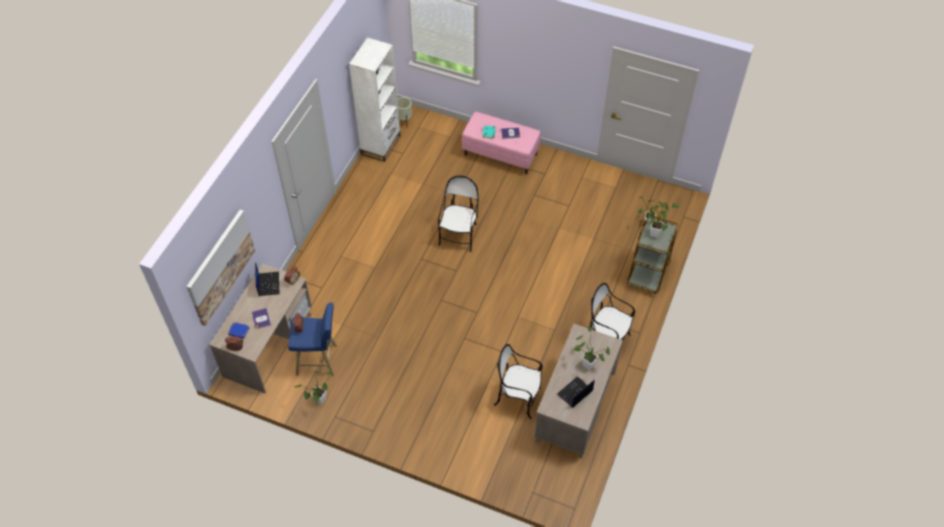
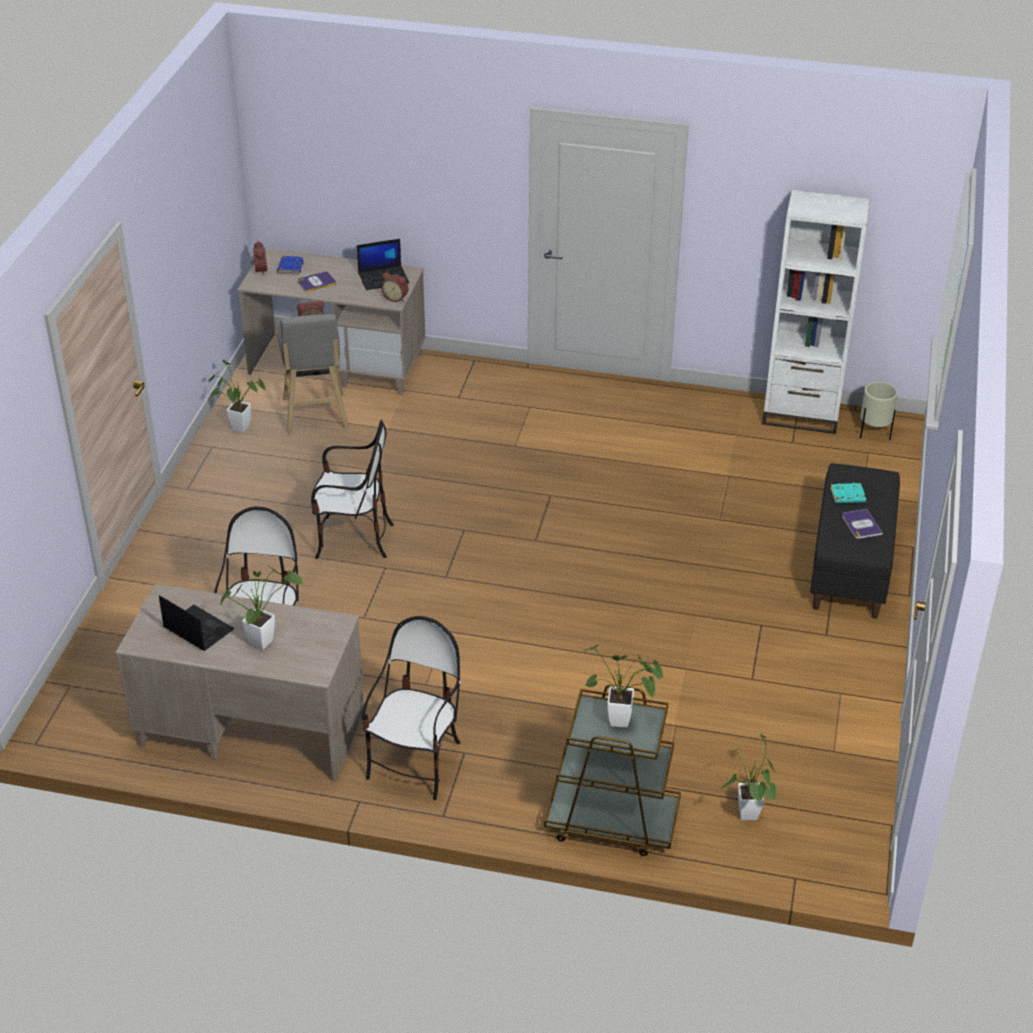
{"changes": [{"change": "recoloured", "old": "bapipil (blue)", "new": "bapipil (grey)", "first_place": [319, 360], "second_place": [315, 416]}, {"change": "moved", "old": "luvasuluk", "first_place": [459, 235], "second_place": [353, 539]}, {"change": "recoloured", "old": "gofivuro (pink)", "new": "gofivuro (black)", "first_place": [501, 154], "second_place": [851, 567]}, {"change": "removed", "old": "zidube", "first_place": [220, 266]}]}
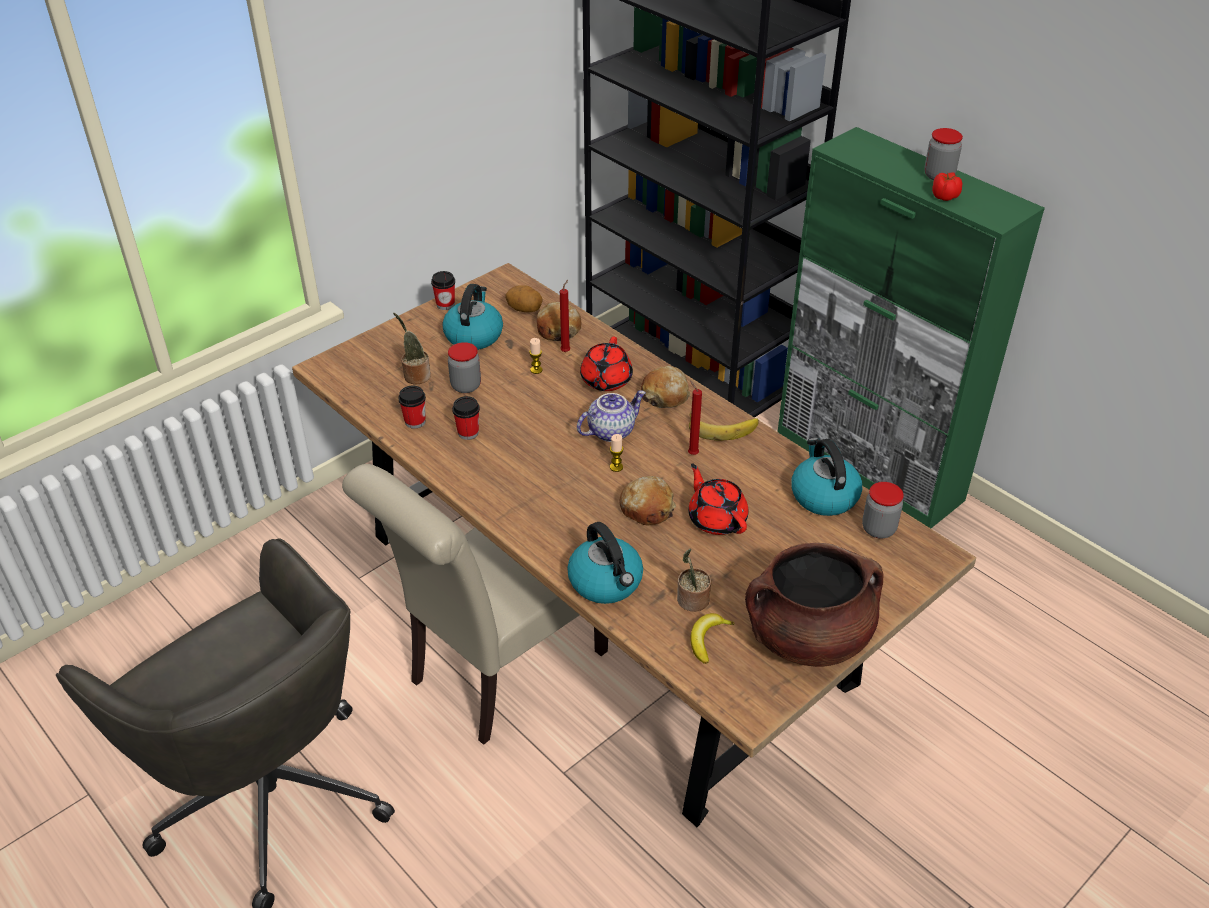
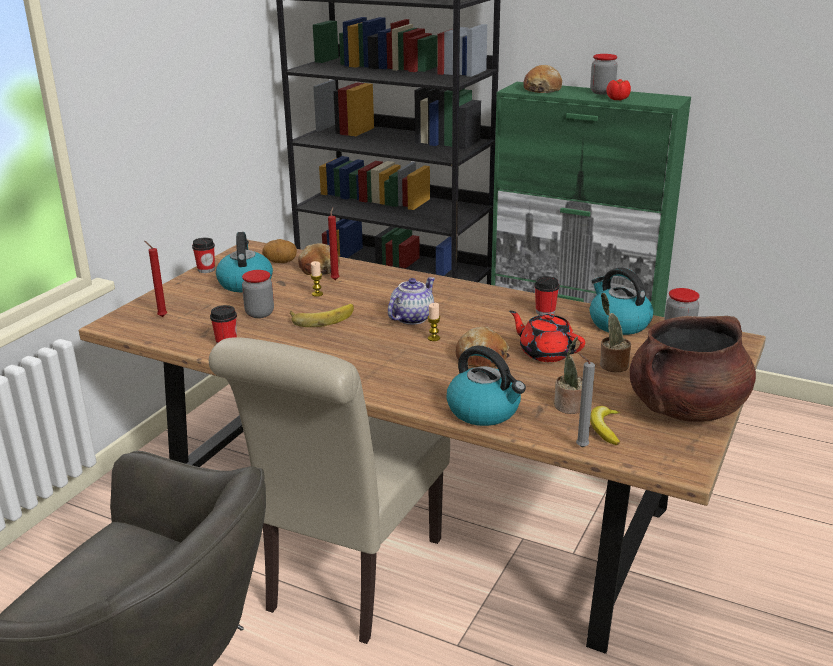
{"changes": [{"change": "moved", "old": "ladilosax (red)", "first_place": [691, 453], "second_place": [161, 316]}, {"change": "moved", "old": "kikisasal", "first_place": [722, 426], "second_place": [322, 317]}, {"change": "moved", "old": "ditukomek", "first_place": [665, 395], "second_place": [542, 89]}, {"change": "moved", "old": "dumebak", "first_place": [468, 433], "second_place": [545, 312]}, {"change": "added", "new": "ladilosax (grey)", "second_place": [580, 446]}, {"change": "moved", "old": "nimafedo", "first_place": [415, 375], "second_place": [611, 365]}, {"change": "removed", "old": "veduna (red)", "first_place": [605, 381]}]}
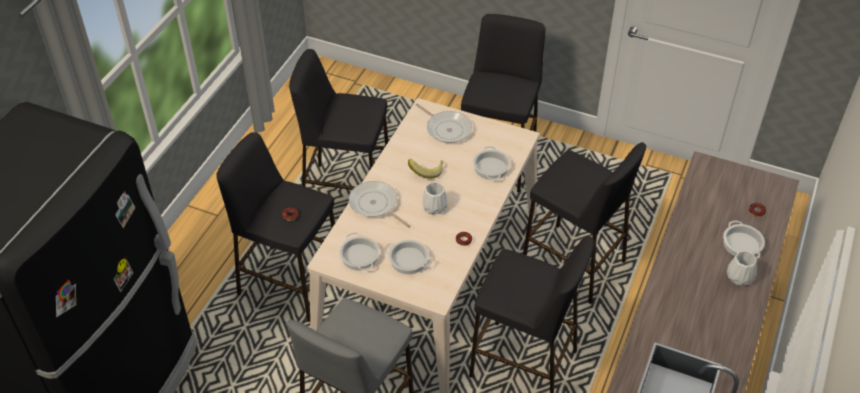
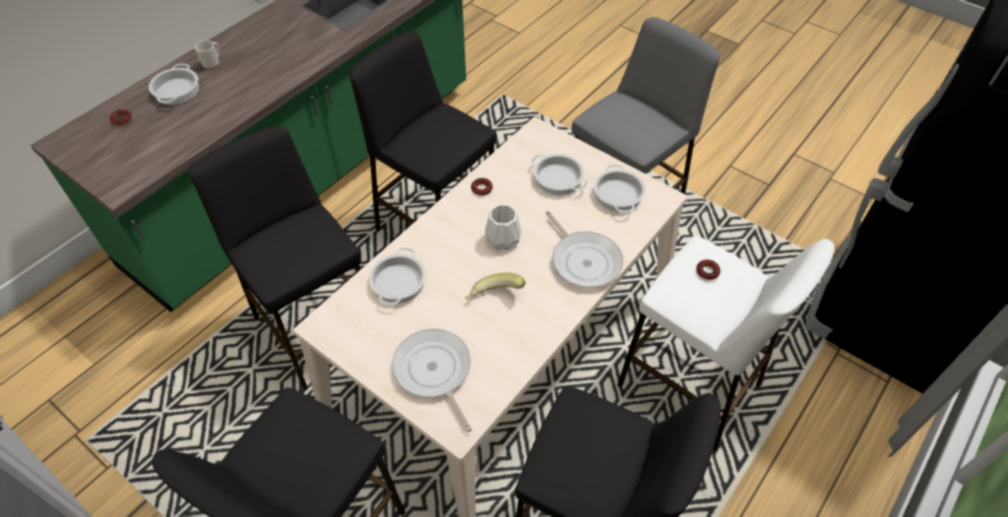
{"changes": [{"change": "replaced", "old": "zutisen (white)", "new": "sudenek", "first_place": [739, 278], "second_place": [212, 63]}, {"change": "recoloured", "old": "bapipil (black)", "new": "bapipil (white)", "first_place": [289, 283], "second_place": [690, 386]}]}
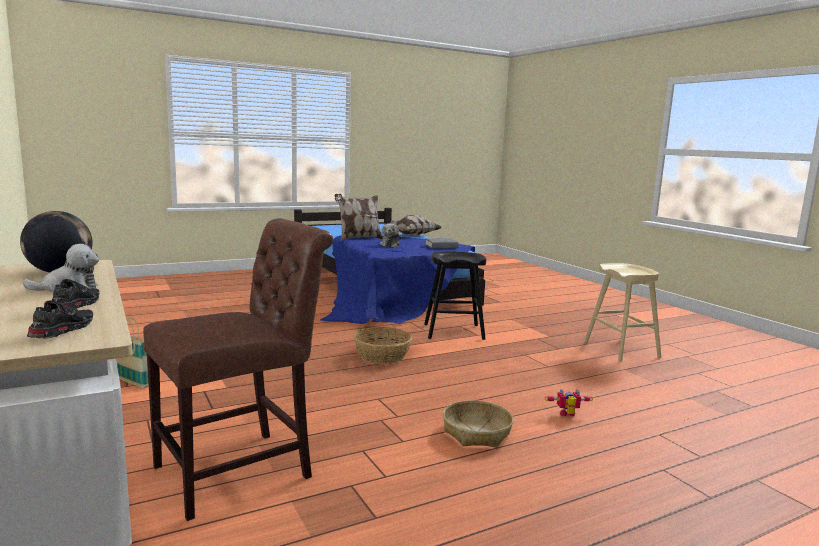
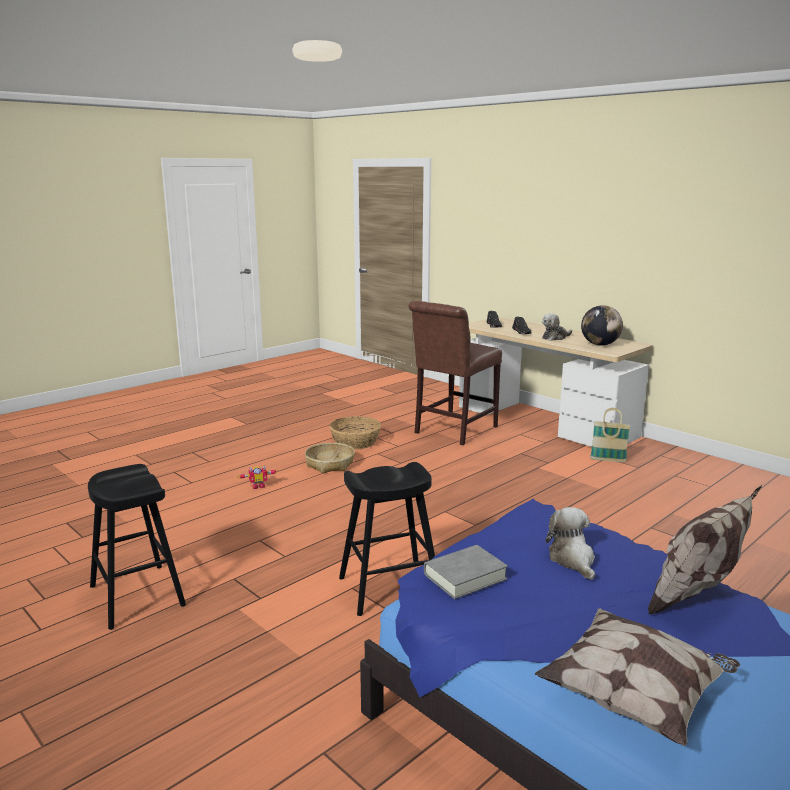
{"changes": [{"change": "recoloured", "old": "bapipil (beige)", "new": "bapipil (black)", "first_place": [621, 349], "second_place": [137, 596]}, {"change": "moved", "old": "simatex", "first_place": [381, 356], "second_place": [356, 442]}]}
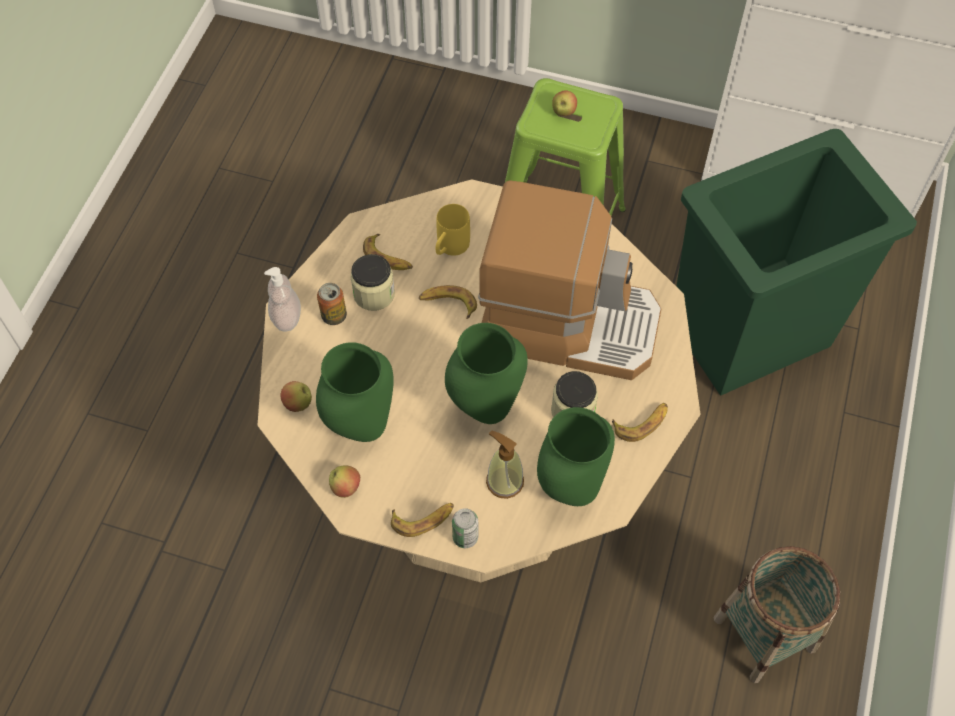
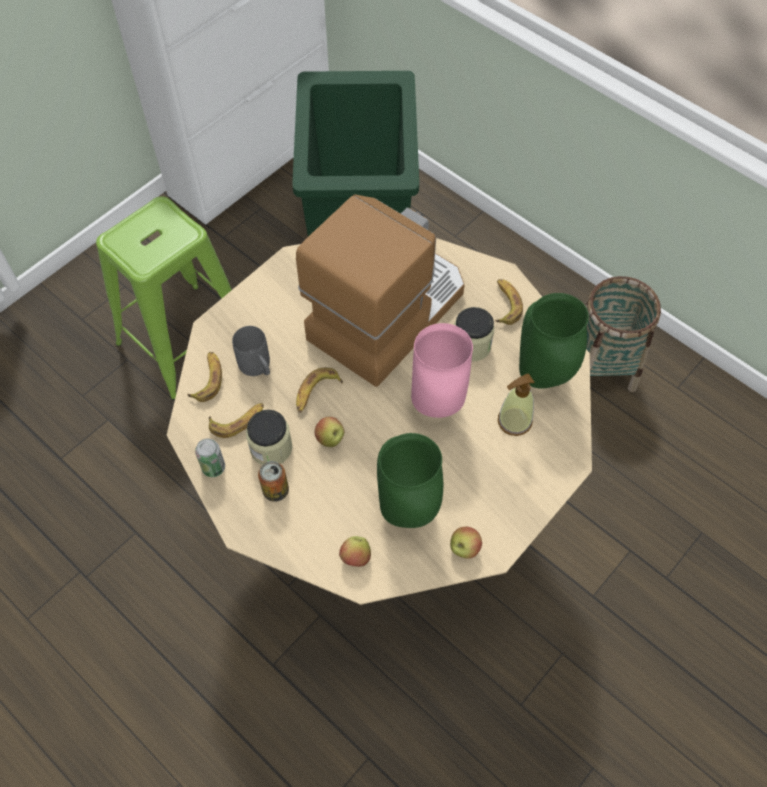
{"changes": [{"change": "moved", "old": "kikisasal", "first_place": [423, 519], "second_place": [208, 379]}, {"change": "moved", "old": "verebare", "first_place": [465, 537], "second_place": [213, 467]}, {"change": "recoloured", "old": "sudenek (yellow)", "new": "sudenek (grey)", "first_place": [449, 248], "second_place": [258, 368]}, {"change": "moved", "old": "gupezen", "first_place": [563, 112], "second_place": [330, 439]}, {"change": "recoloured", "old": "zutisen (green)", "new": "zutisen (pink)", "first_place": [485, 406], "second_place": [435, 406]}, {"change": "removed", "old": "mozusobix", "first_place": [286, 317]}]}
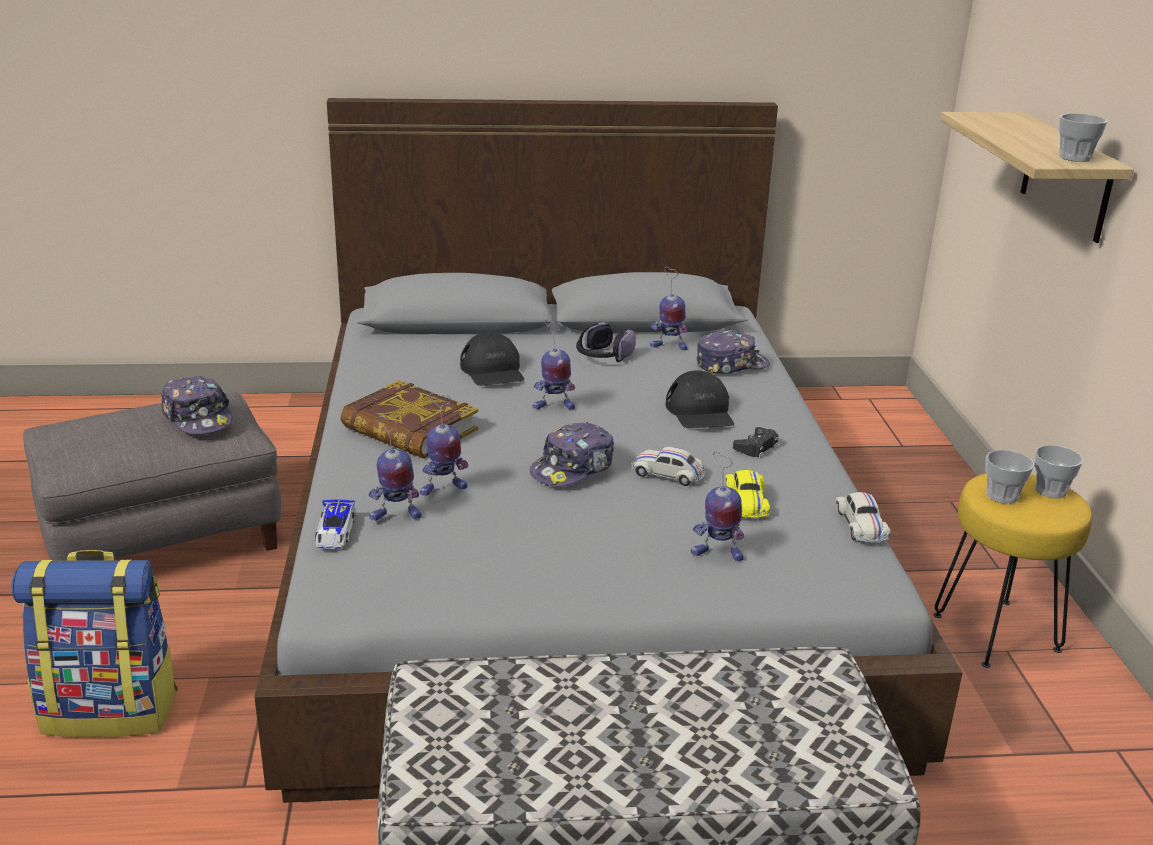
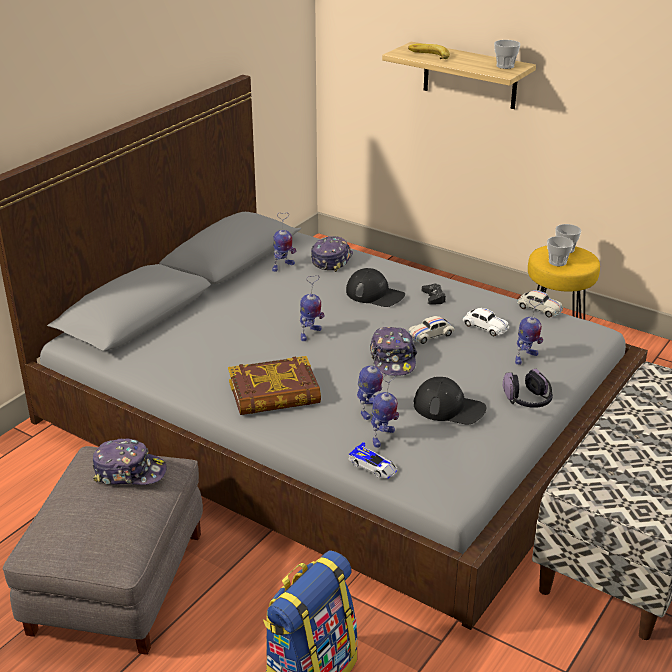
{"changes": [{"change": "added", "new": "kikisasal", "second_place": [427, 56]}, {"change": "moved", "old": "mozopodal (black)", "first_place": [493, 371], "second_place": [449, 408]}, {"change": "recoloured", "old": "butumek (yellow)", "new": "butumek (white)", "first_place": [746, 502], "second_place": [485, 327]}, {"change": "moved", "old": "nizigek", "first_place": [602, 357], "second_place": [527, 401]}]}
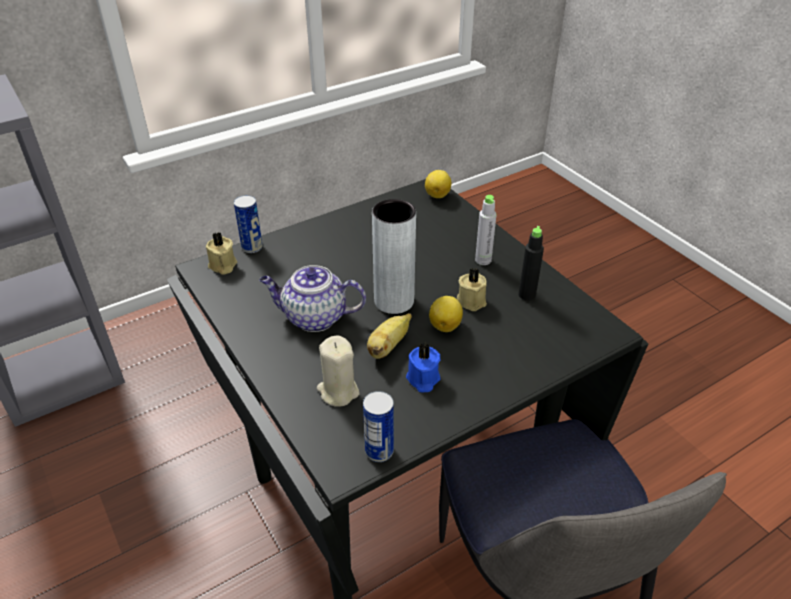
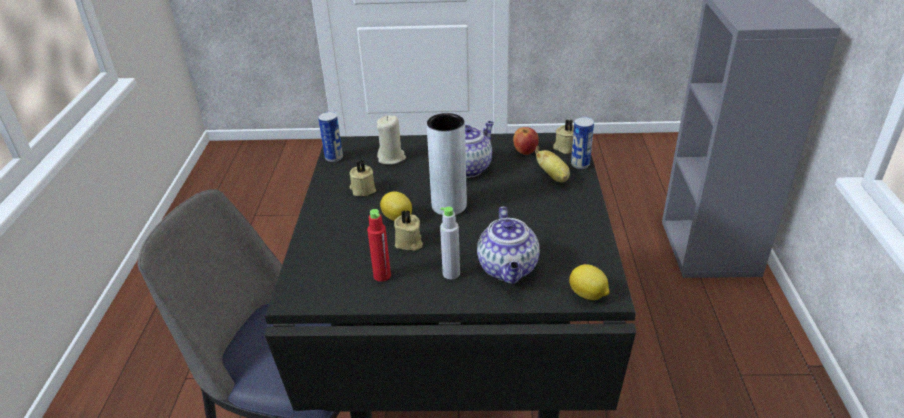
{"changes": [{"change": "recoloured", "old": "ladilosax (blue)", "new": "ladilosax (beige)", "first_place": [422, 379], "second_place": [362, 189]}, {"change": "recoloured", "old": "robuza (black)", "new": "robuza (red)", "first_place": [527, 295], "second_place": [382, 276]}, {"change": "added", "new": "veduna", "second_place": [508, 269]}, {"change": "added", "new": "gupezen", "second_place": [525, 151]}, {"change": "moved", "old": "kikisasal", "first_place": [388, 346], "second_place": [553, 176]}]}
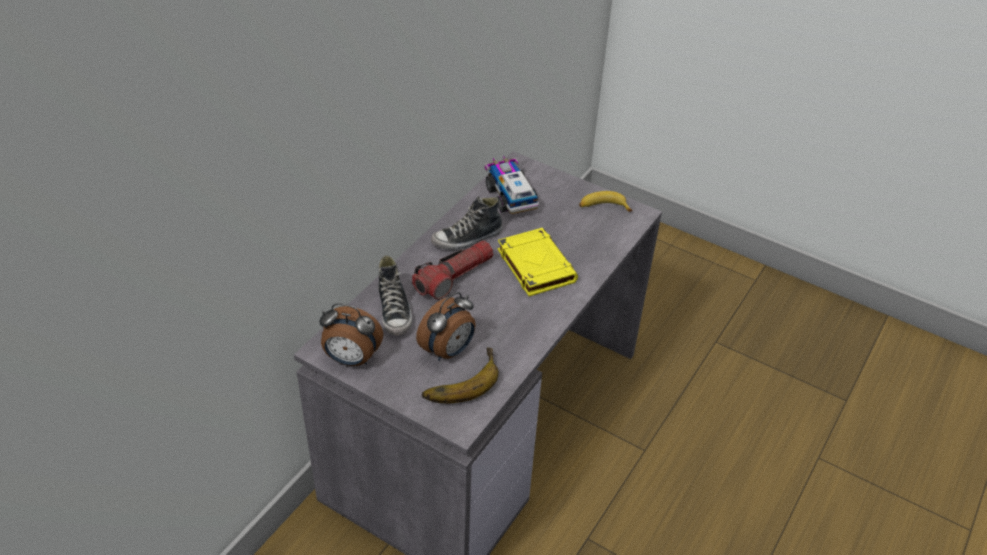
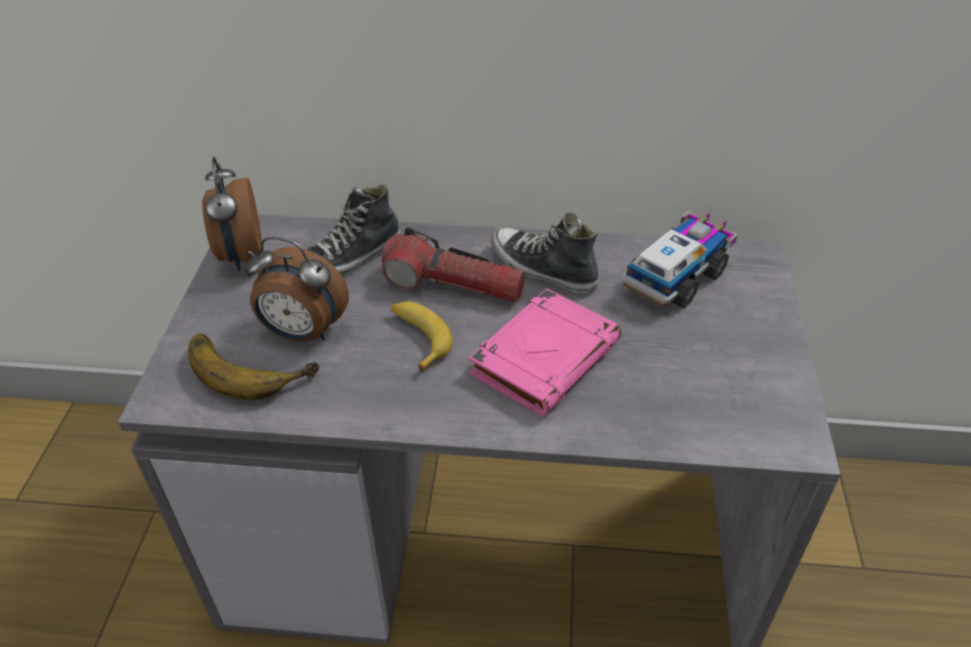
{"changes": [{"change": "moved", "old": "kikisasal", "first_place": [603, 207], "second_place": [418, 338]}, {"change": "recoloured", "old": "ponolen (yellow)", "new": "ponolen (pink)", "first_place": [535, 265], "second_place": [545, 357]}]}
